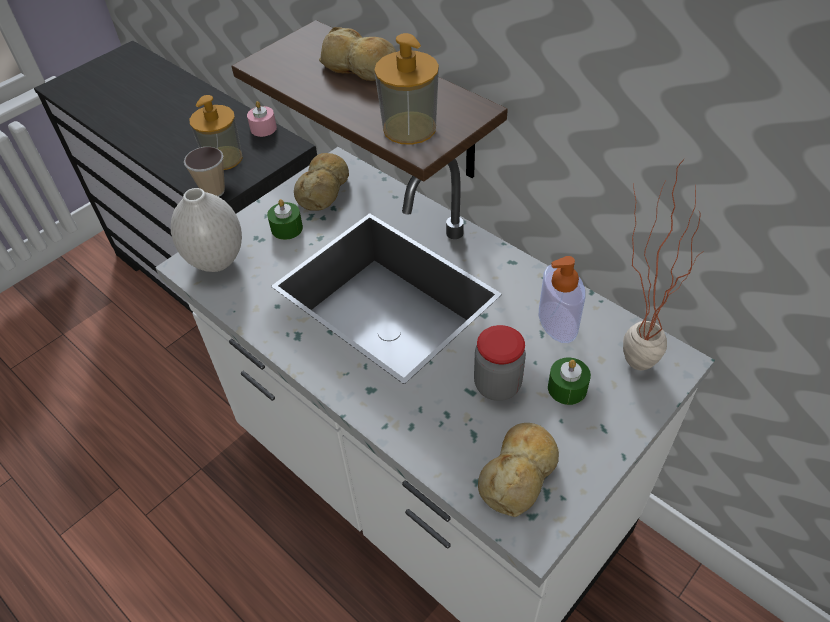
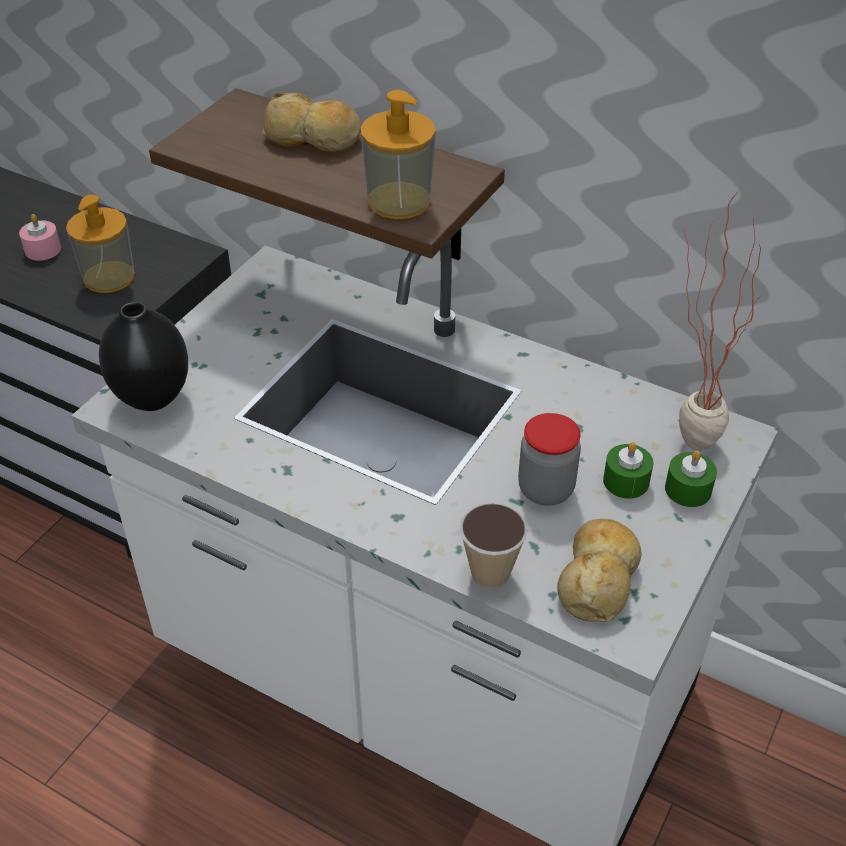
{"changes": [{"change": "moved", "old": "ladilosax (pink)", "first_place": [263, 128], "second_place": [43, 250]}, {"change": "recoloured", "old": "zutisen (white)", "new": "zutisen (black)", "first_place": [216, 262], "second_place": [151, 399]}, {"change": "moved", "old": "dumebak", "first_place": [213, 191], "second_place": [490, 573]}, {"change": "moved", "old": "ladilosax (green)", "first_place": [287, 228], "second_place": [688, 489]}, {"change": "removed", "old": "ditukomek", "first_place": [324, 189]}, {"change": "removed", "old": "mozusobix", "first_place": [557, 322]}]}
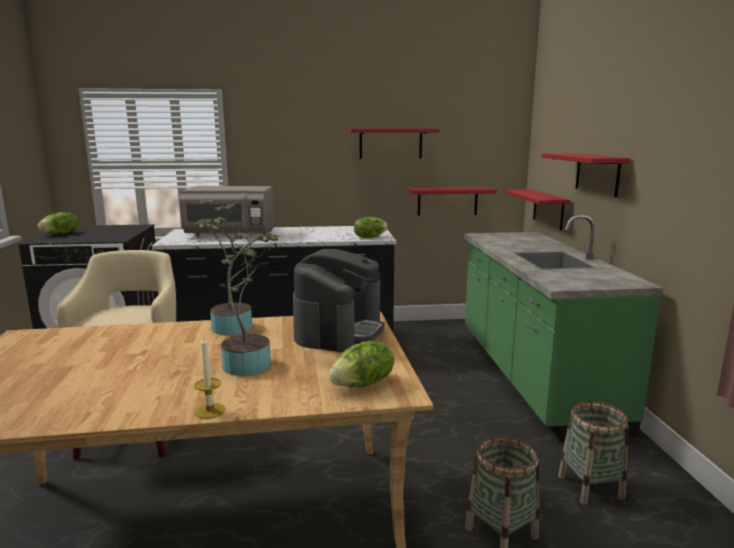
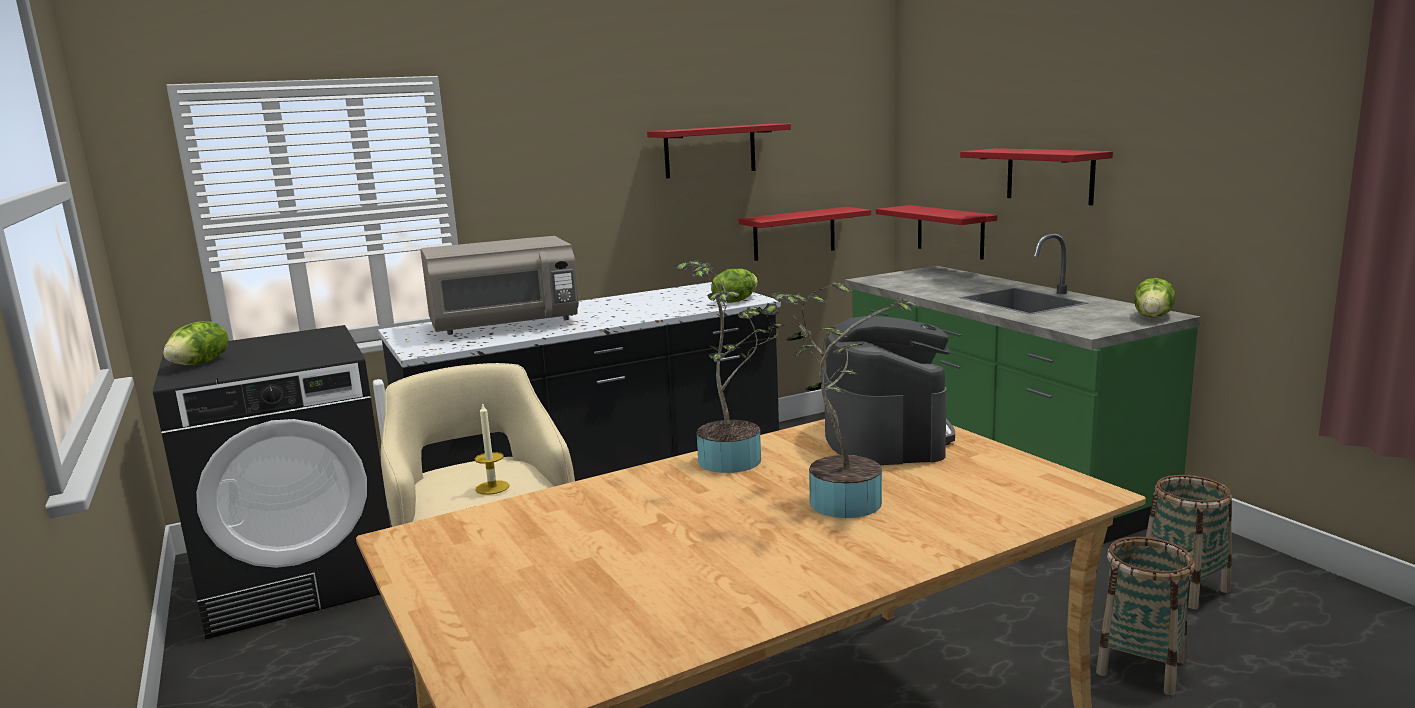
{"changes": [{"change": "moved", "old": "ladilosax", "first_place": [210, 411], "second_place": [492, 487]}, {"change": "moved", "old": "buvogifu", "first_place": [363, 384], "second_place": [1153, 317]}]}
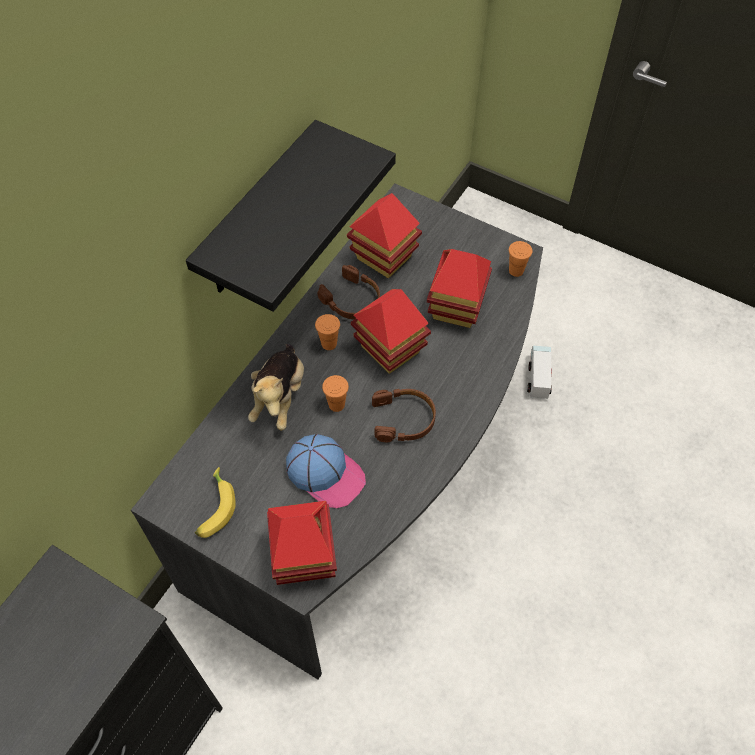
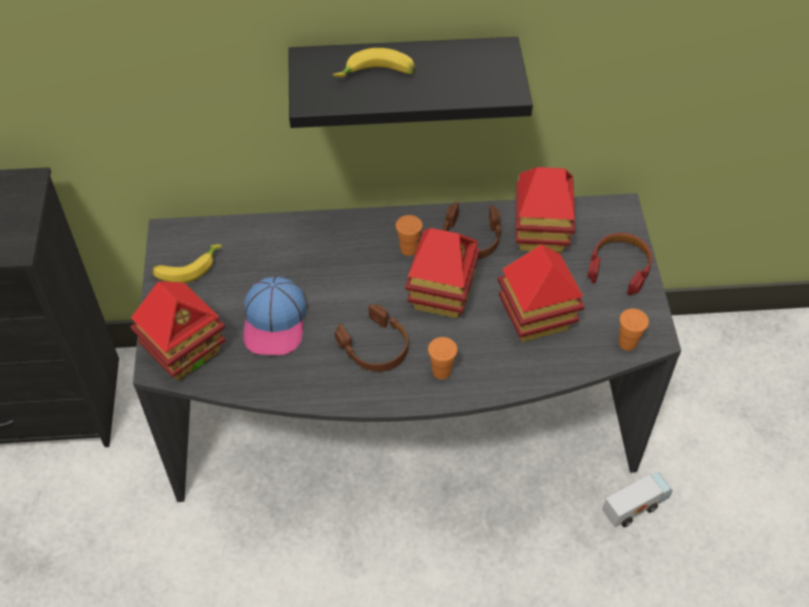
{"changes": [{"change": "added", "new": "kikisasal", "second_place": [376, 76]}, {"change": "moved", "old": "dumebak (orange)", "first_place": [336, 404], "second_place": [441, 371]}, {"change": "added", "new": "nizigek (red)", "second_place": [619, 267]}, {"change": "removed", "old": "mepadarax", "first_place": [279, 397]}]}
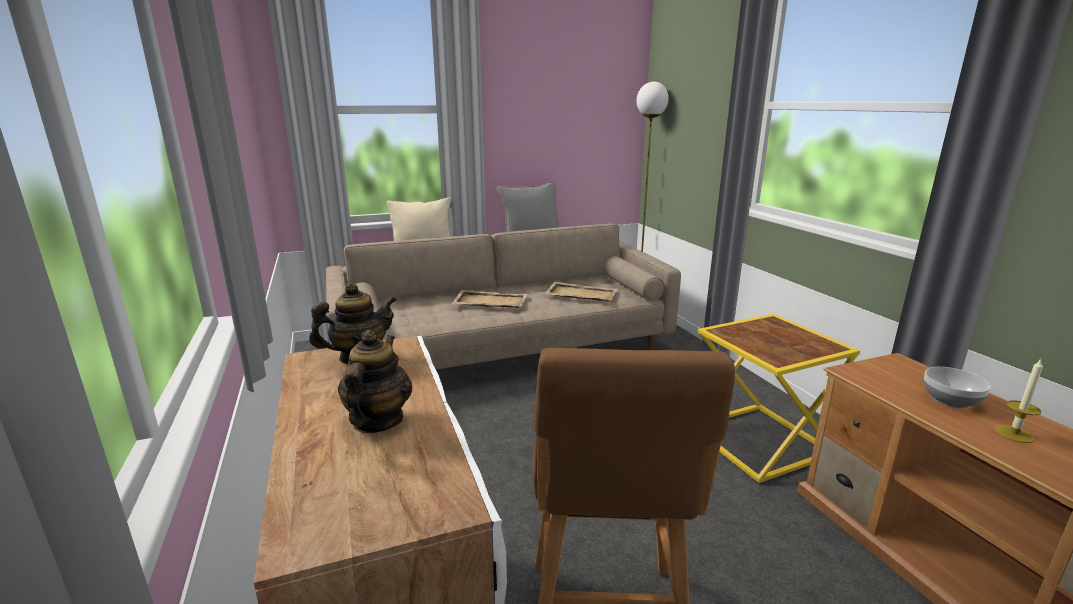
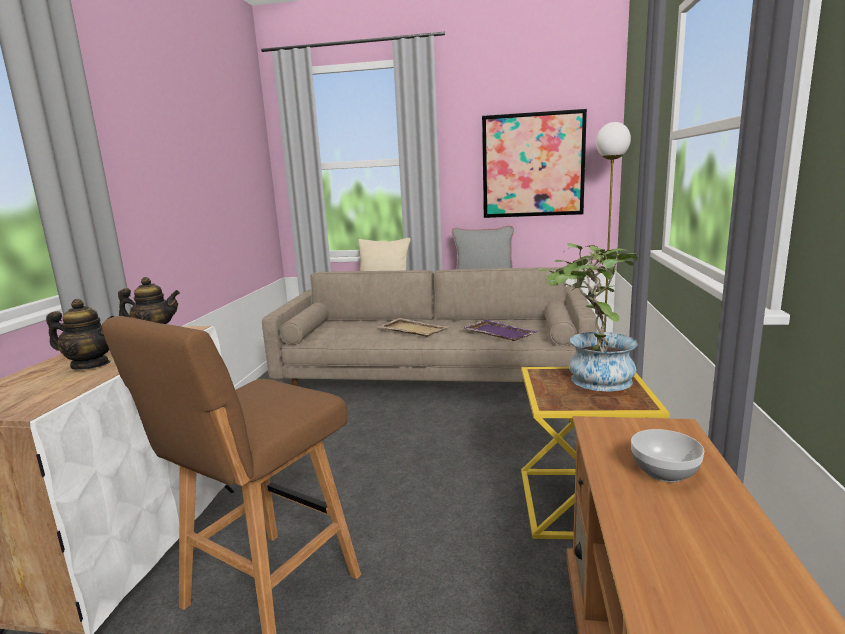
{"changes": [{"change": "turned", "old": "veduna", "first_place": [377, 421], "second_place": [91, 365], "degrees": 60}, {"change": "recoloured", "old": "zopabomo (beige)", "new": "zopabomo (purple)", "first_place": [580, 294], "second_place": [498, 332]}, {"change": "added", "new": "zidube", "second_place": [532, 165]}, {"change": "added", "new": "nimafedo", "second_place": [590, 379]}, {"change": "removed", "old": "ladilosax", "first_place": [1014, 434]}]}
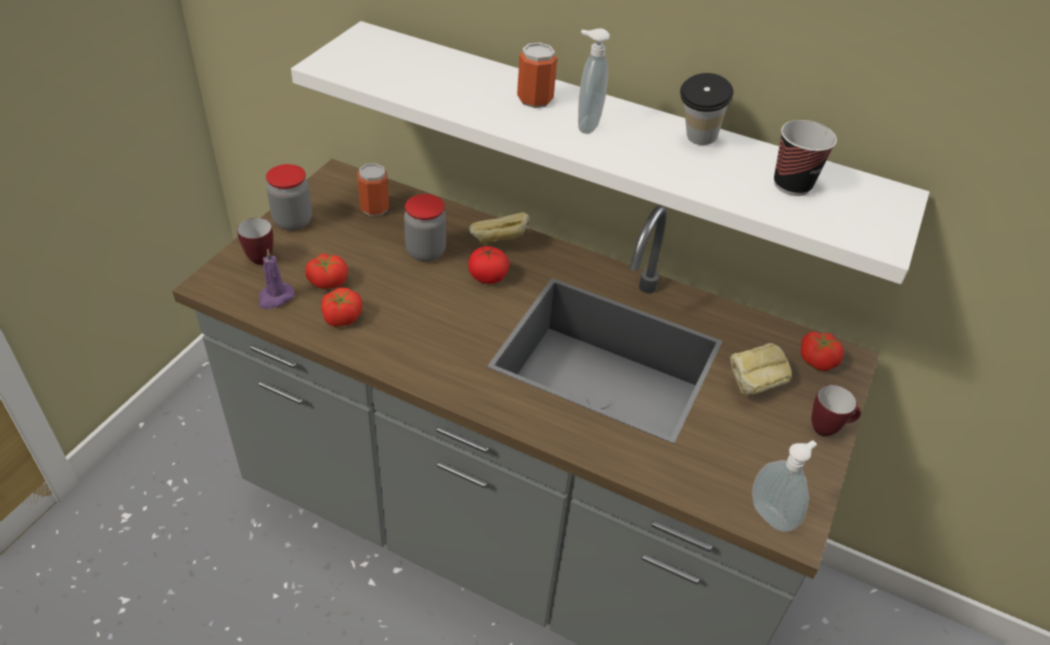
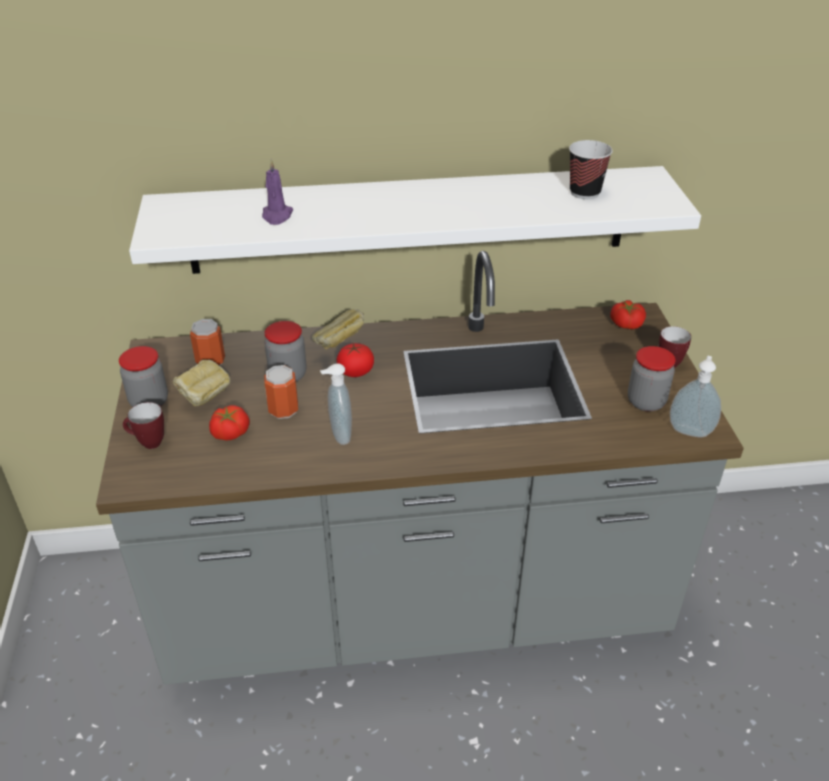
{"changes": [{"change": "moved", "old": "ditukomek", "first_place": [753, 385], "second_place": [204, 398]}, {"change": "moved", "old": "ladilosax (purple)", "first_place": [275, 298], "second_place": [277, 216]}, {"change": "moved", "old": "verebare", "first_place": [535, 100], "second_place": [283, 410]}, {"change": "moved", "old": "mozusobix", "first_place": [586, 125], "second_place": [339, 435]}, {"change": "added", "new": "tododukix", "second_place": [646, 402]}, {"change": "removed", "old": "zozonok", "first_place": [341, 317]}, {"change": "removed", "old": "dumebak", "first_place": [696, 141]}]}
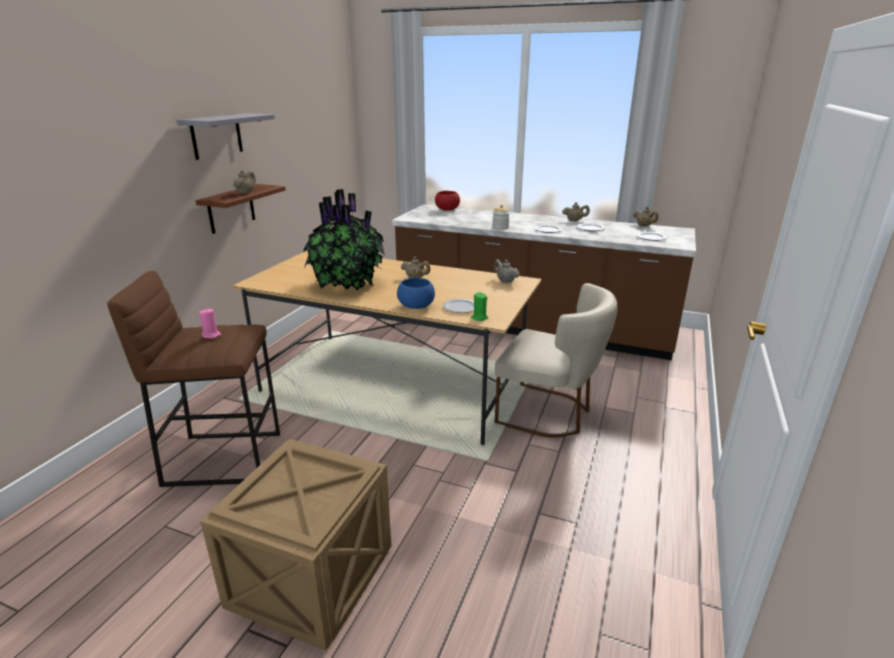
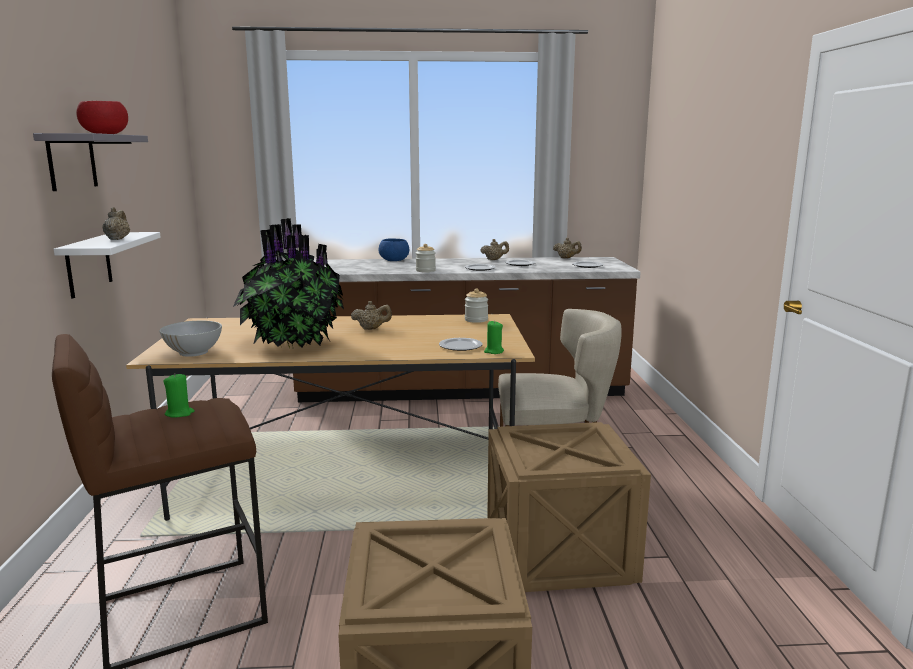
{"changes": [{"change": "recoloured", "old": "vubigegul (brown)", "new": "vubigegul (white)", "first_place": [231, 209], "second_place": [88, 264]}, {"change": "moved", "old": "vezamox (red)", "first_place": [447, 209], "second_place": [104, 134]}, {"change": "added", "new": "vezamox (white)", "second_place": [194, 352]}, {"change": "recoloured", "old": "ladilosax (pink)", "new": "ladilosax (green)", "first_place": [211, 335], "second_place": [179, 413]}, {"change": "moved", "old": "vezamox (blue)", "first_place": [416, 306], "second_place": [394, 261]}, {"change": "replaced", "old": "veduna (beige)", "new": "tododukix", "first_place": [505, 281], "second_place": [476, 320]}, {"change": "added", "new": "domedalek", "second_place": [561, 554]}]}
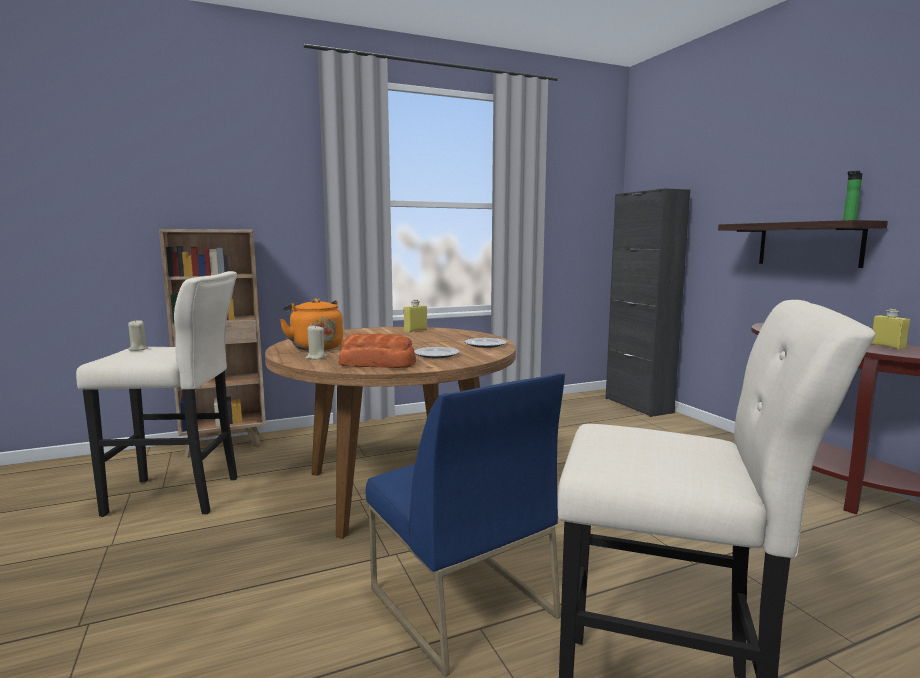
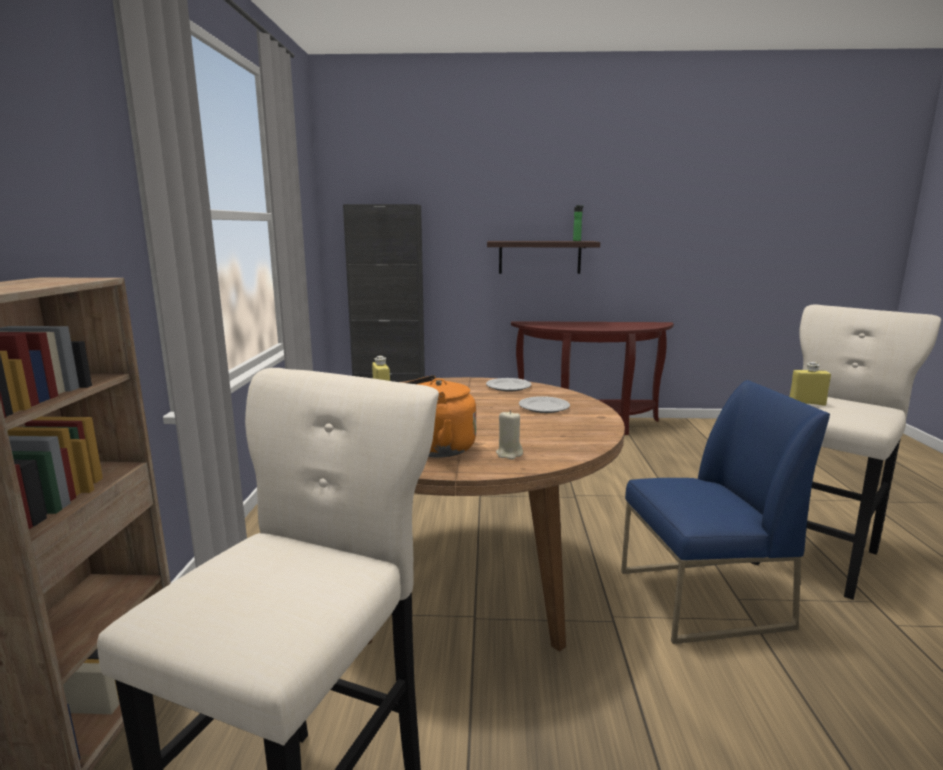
{"changes": [{"change": "moved", "old": "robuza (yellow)", "first_place": [887, 346], "second_place": [807, 403]}, {"change": "removed", "old": "ladilosax (beige)", "first_place": [138, 349]}, {"change": "removed", "old": "ditukomek", "first_place": [378, 364]}]}
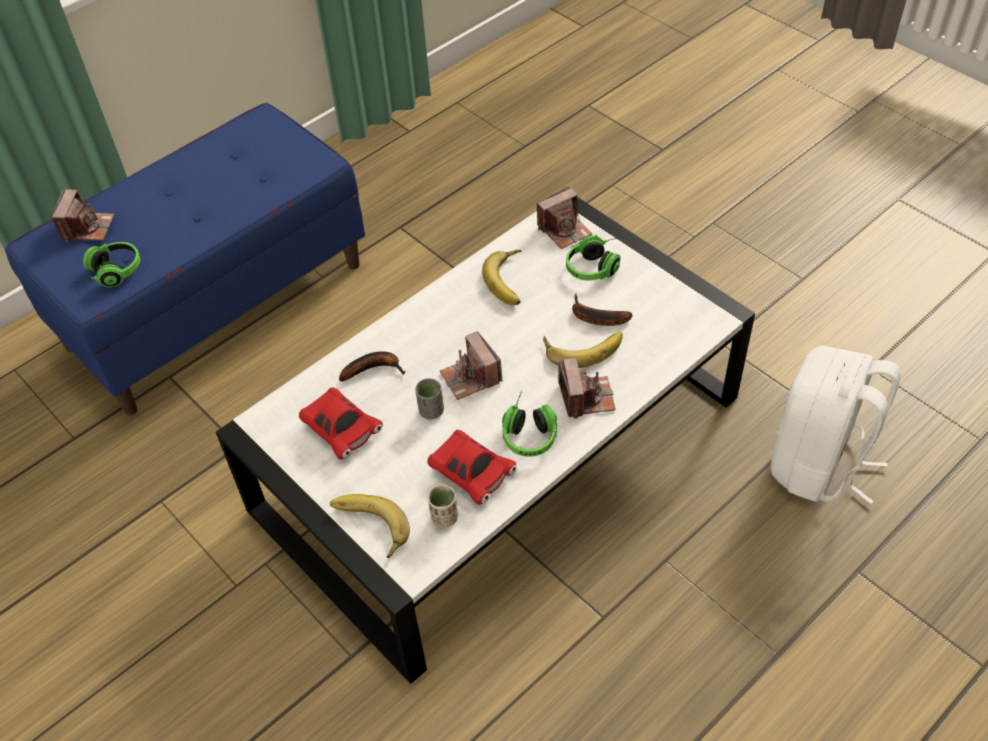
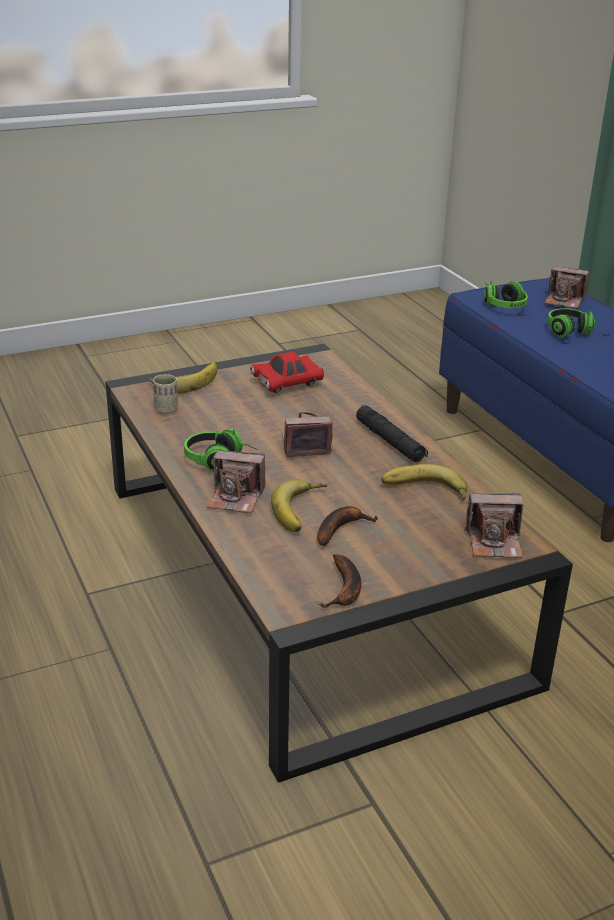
{"changes": [{"change": "recoloured", "old": "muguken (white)", "new": "muguken (brown)", "first_place": [499, 451], "second_place": [306, 578]}, {"change": "moved", "old": "kikisasal", "first_place": [374, 368], "second_place": [345, 589]}, {"change": "added", "new": "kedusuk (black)", "second_place": [390, 442]}, {"change": "turned", "old": "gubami", "first_place": [564, 230], "second_place": [494, 542], "degrees": -75}, {"change": "moved", "old": "nizigek", "first_place": [597, 265], "second_place": [571, 333]}, {"change": "removed", "old": "dumebak (grey)", "first_place": [431, 411]}, {"change": "removed", "old": "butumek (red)", "first_place": [471, 474]}, {"change": "removed", "old": "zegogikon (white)", "first_place": [818, 464]}]}
